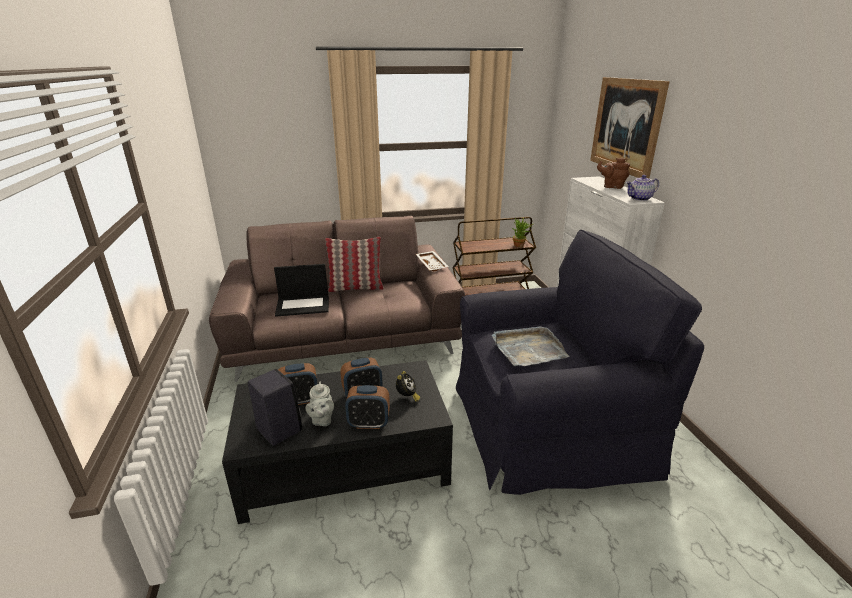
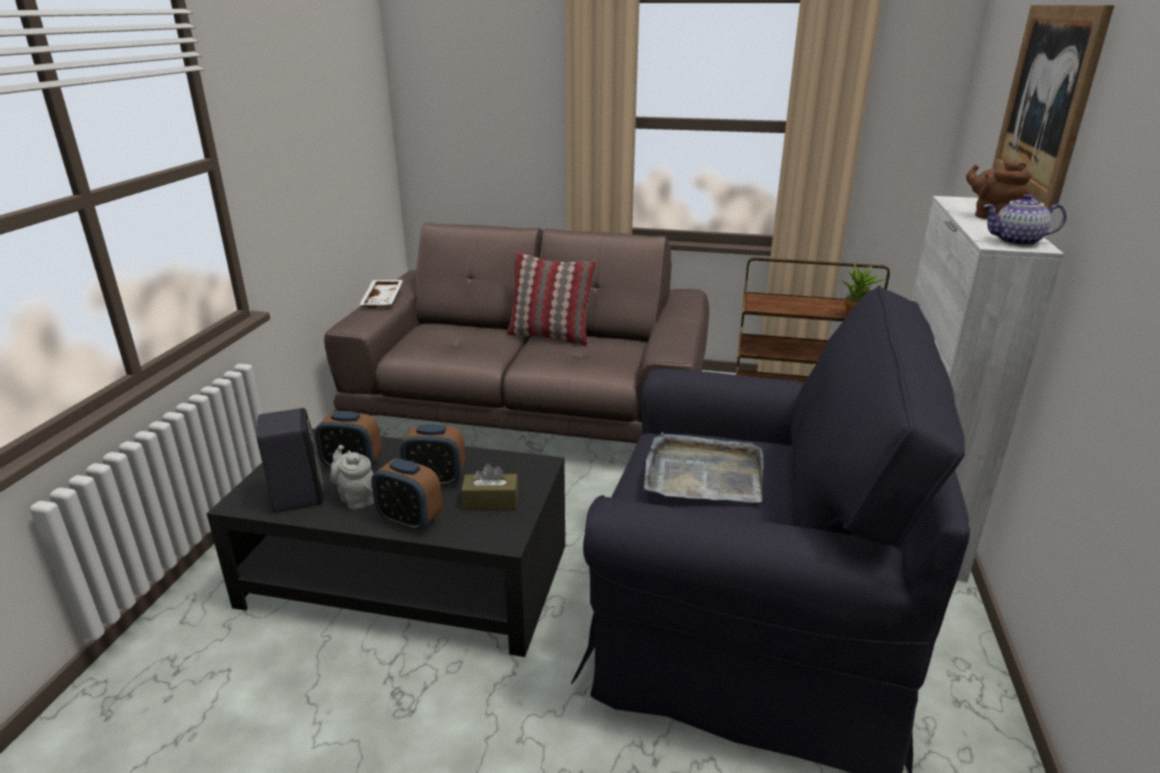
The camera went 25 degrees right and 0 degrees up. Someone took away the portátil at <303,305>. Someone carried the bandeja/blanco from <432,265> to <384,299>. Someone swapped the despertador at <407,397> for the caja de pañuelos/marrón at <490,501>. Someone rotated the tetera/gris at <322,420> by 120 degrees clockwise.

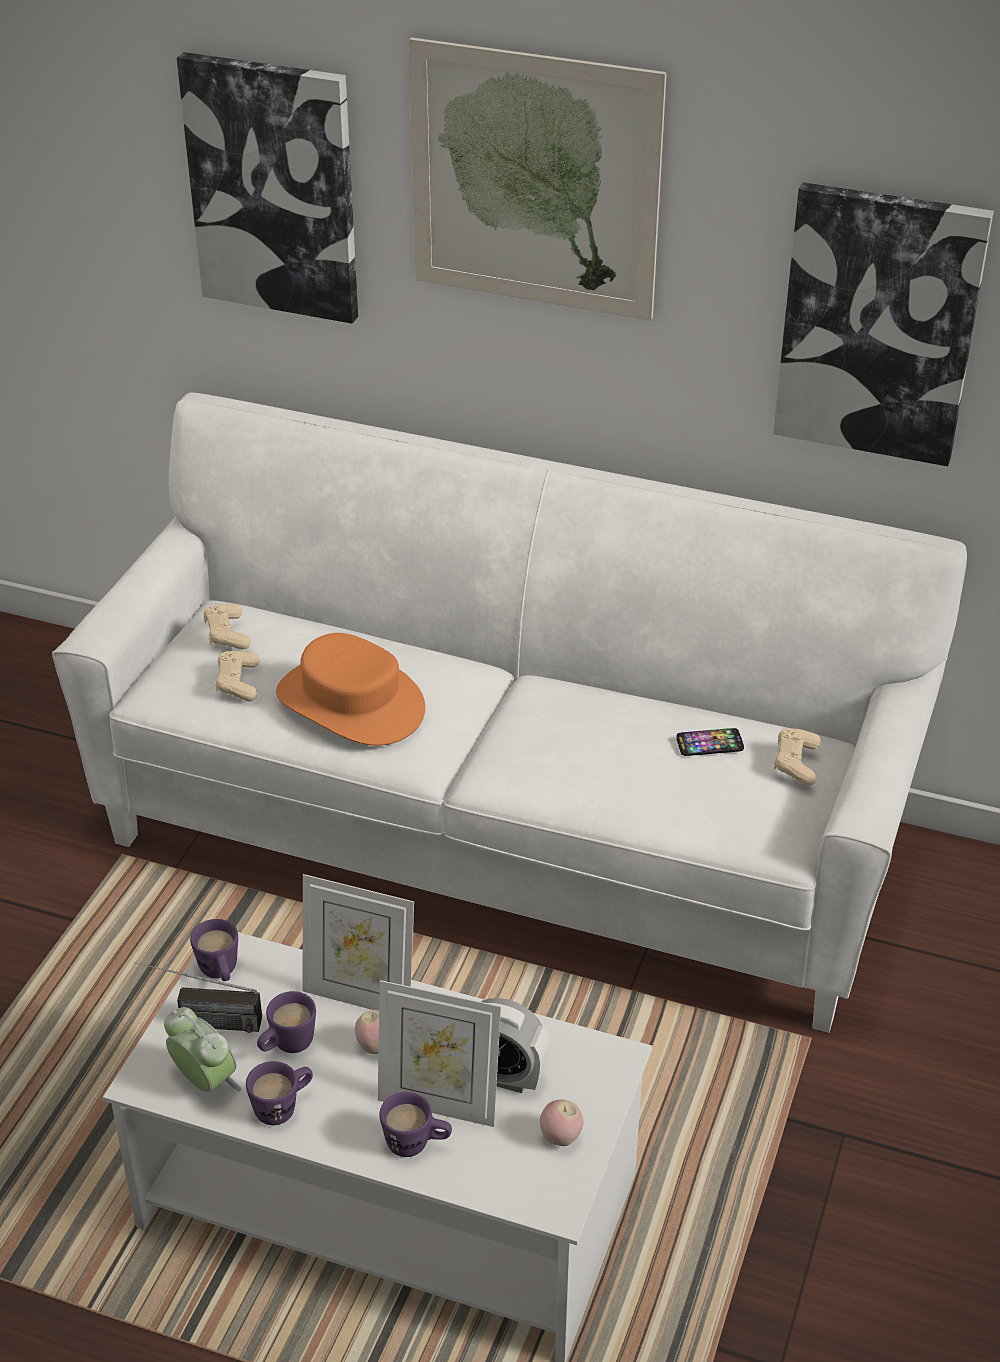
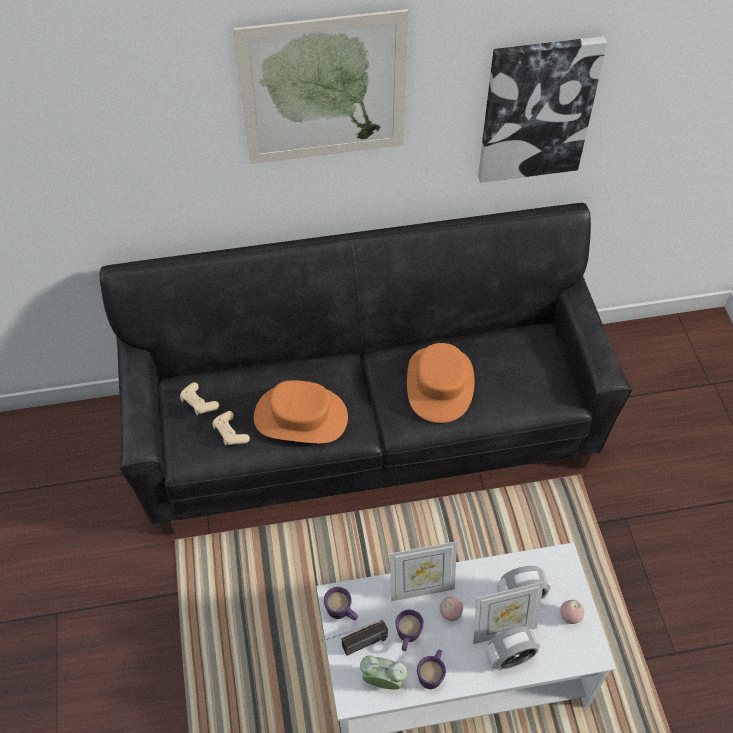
The camera went 30 degrees left and 15 degrees up. Someone took away the cuadro at <274,188>. Someone took away the móvil at <709,743>. Someone took away the mando de consola/beis at <796,763>. Someone put down the sombrero/naranja at <440,384>. Someone swapped the taza grande/morado at <416,1144> for the despertador at <509,658>. Someone repainted the sofá/blanco at <500,841>, which became the sofá/negro at <365,434>.

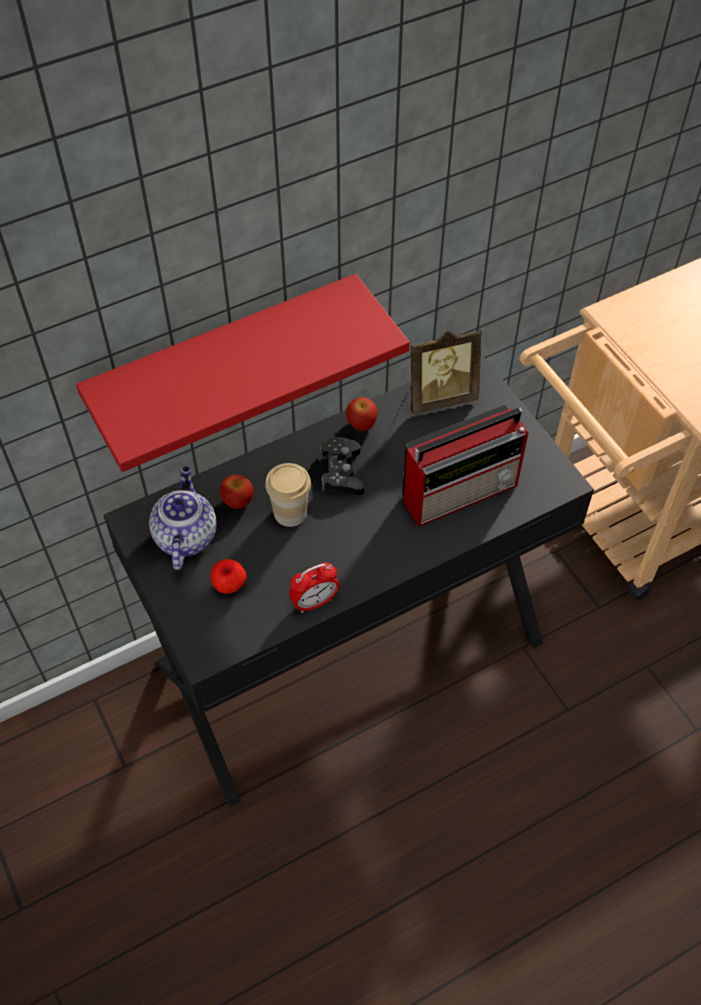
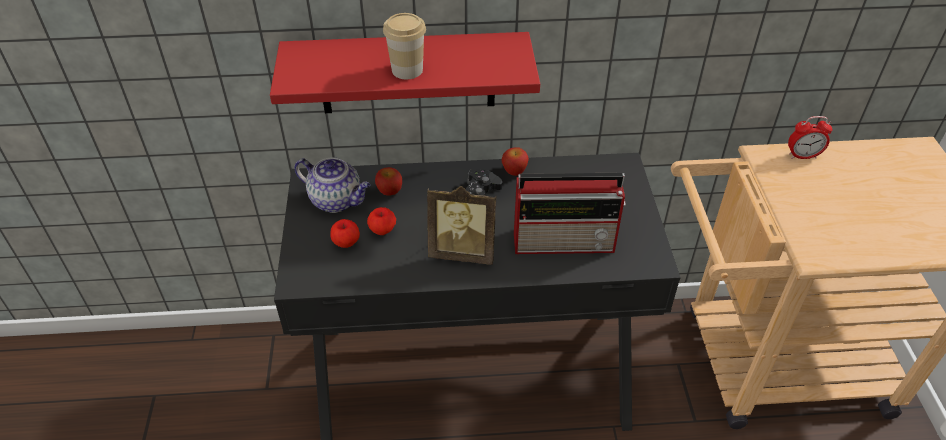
The camera went 25 degrees right and 10 degrees down. Someone put down the manzana at <382,231>. Someone carried the taza from <290,512> to <407,70>. Someone carried the despertador from <314,602> to <802,156>. Someone carried the portarretratos from <439,397> to <463,252>. Someone rotated the tetera at <185,536> by 90 degrees clockwise.

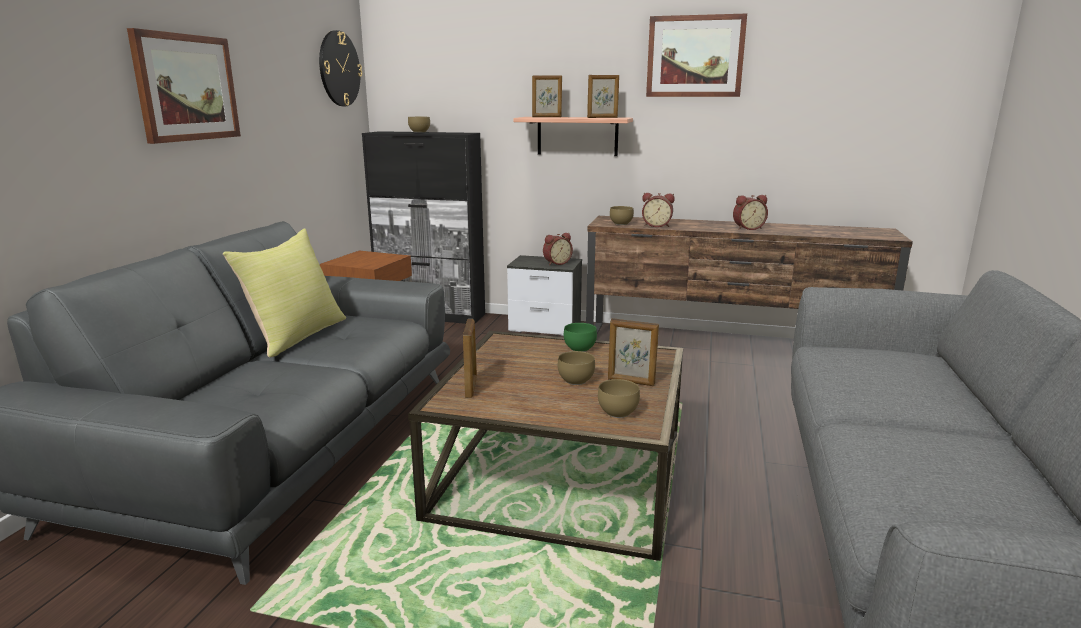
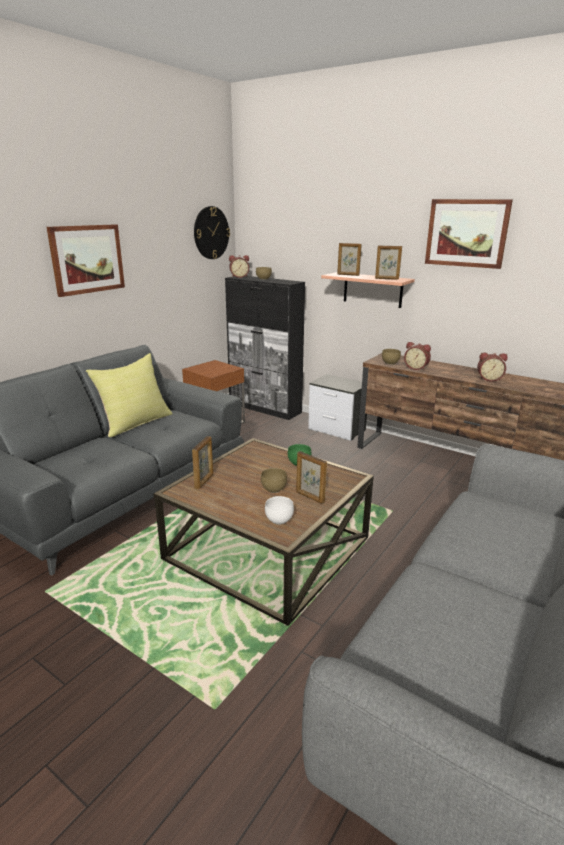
The camera went 20 degrees right and 5 degrees up. Someone carried the despertador from <556,263> to <239,277>. Someone repainted the cuenco/marrón at <616,412>, which became the cuenco/blanco at <278,519>.

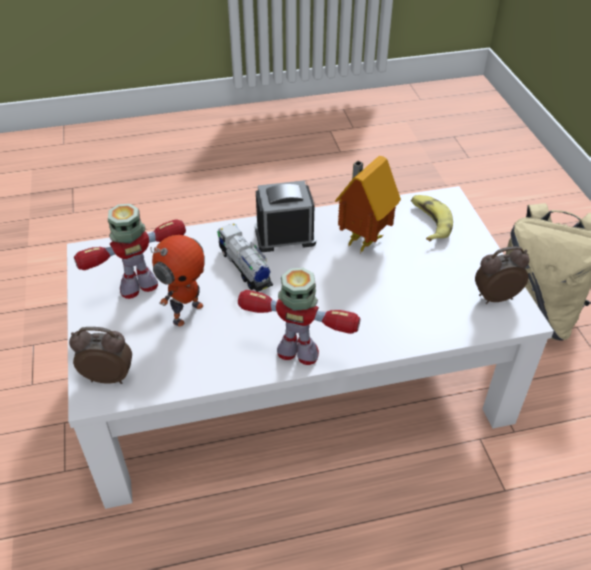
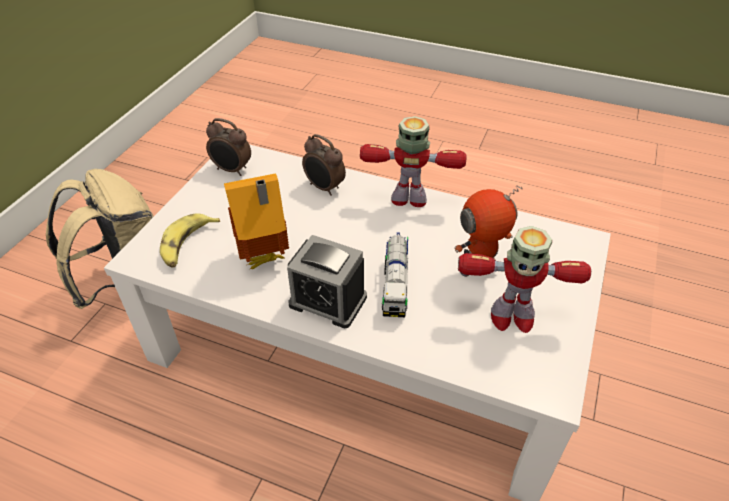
The camera went 145 degrees left and 0 degrees up. Someone carried the despertador from <108,376> to <324,188>. Someone rotated the robot de juguete at <299,353> by 135 degrees clockwise.

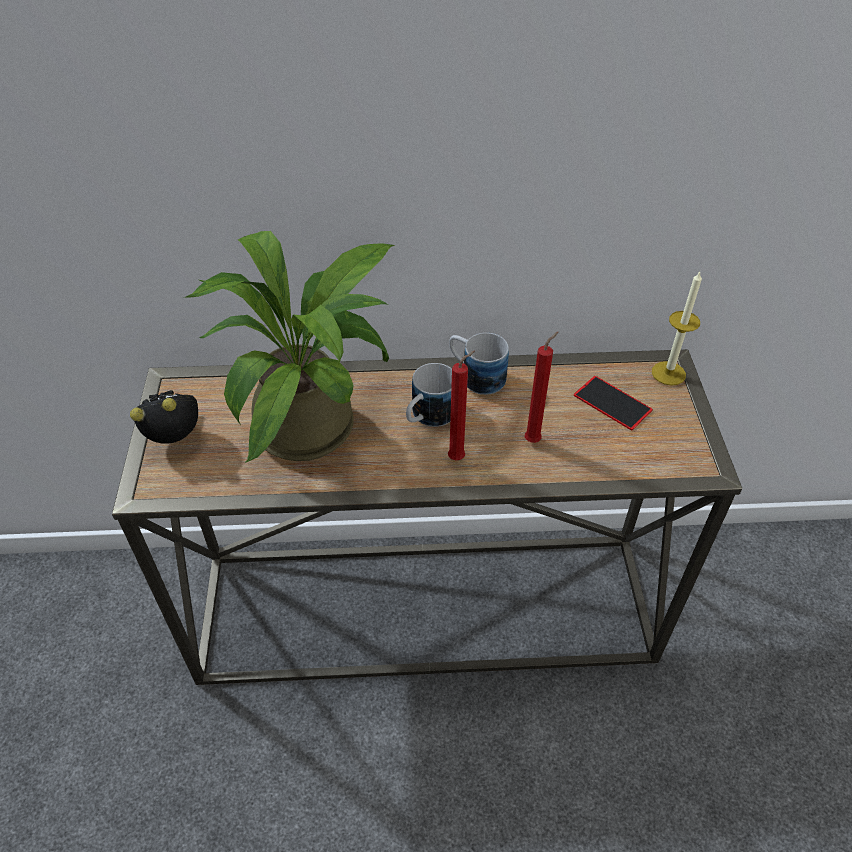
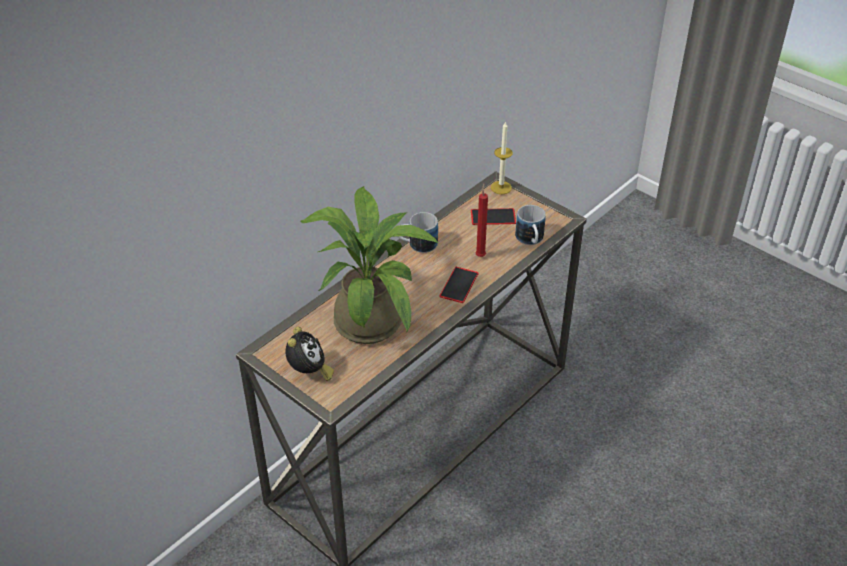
The camera went 45 degrees left and 5 degrees down. Someone carried the taza grande from <428,417> to <530,240>. Someone swapped the vela/rojo at <459,457> for the móvil at <459,285>. Someone rotated the despertador at <178,439> by 150 degrees clockwise.

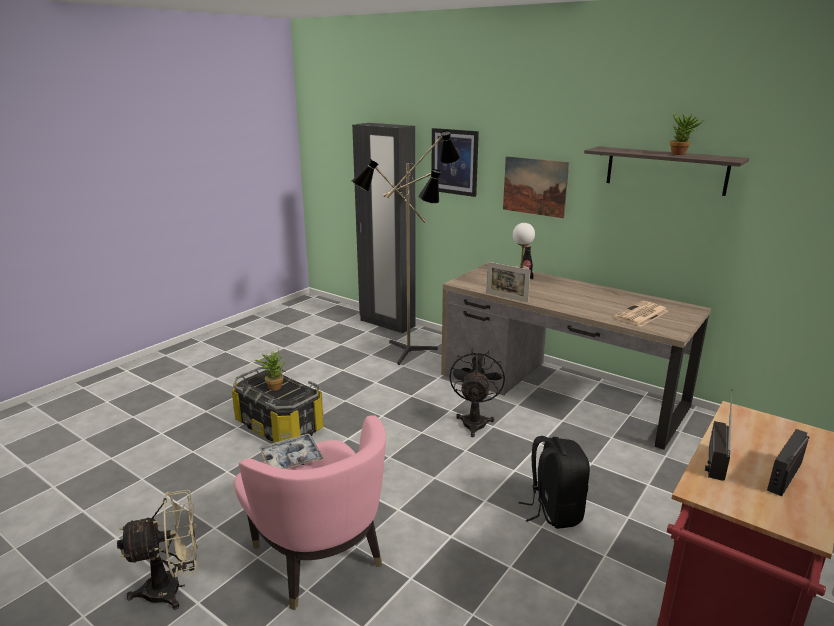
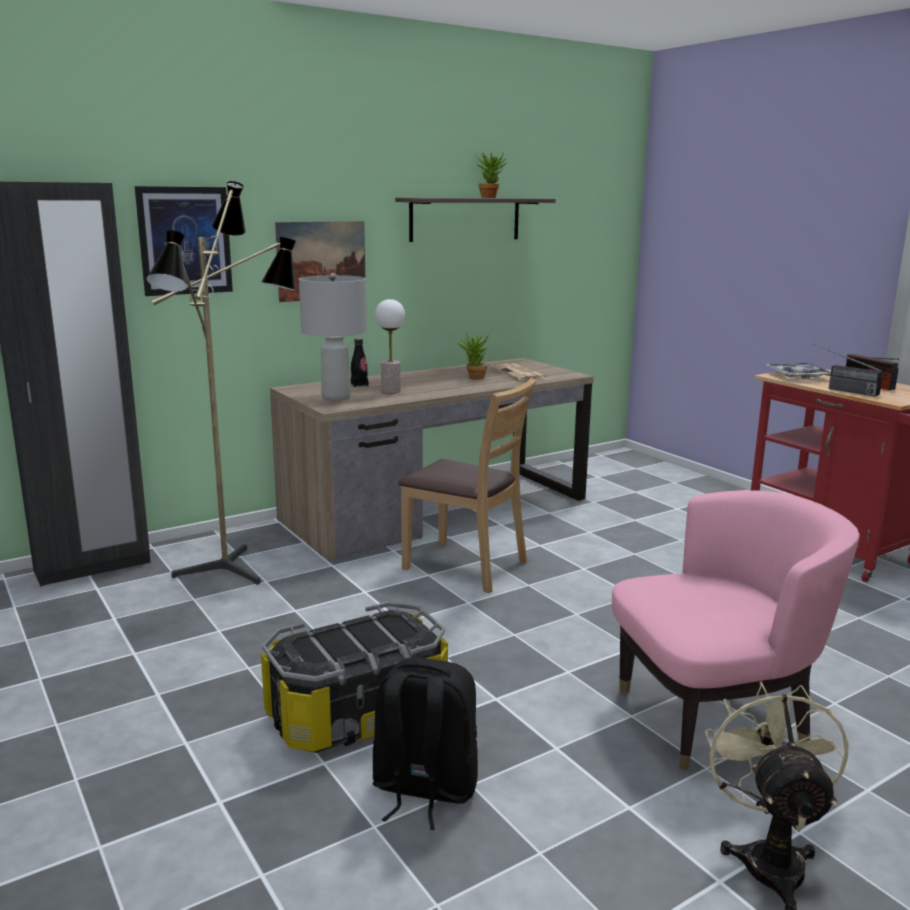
The camera went 70 degrees left and 5 degrees down. Someone took away the portarretratos at <506,297>. Someone put down the lámpara de mesa/gris at <336,397>. Someone carried the planta en maceta from <273,386> to <473,378>. Someone carried the bandeja from <291,459> to <798,376>. Someone carried the mochila/negro from <554,511> to <423,789>. Someone swapped the ventilador/negro at <474,421> for the silla/marrón at <466,566>.

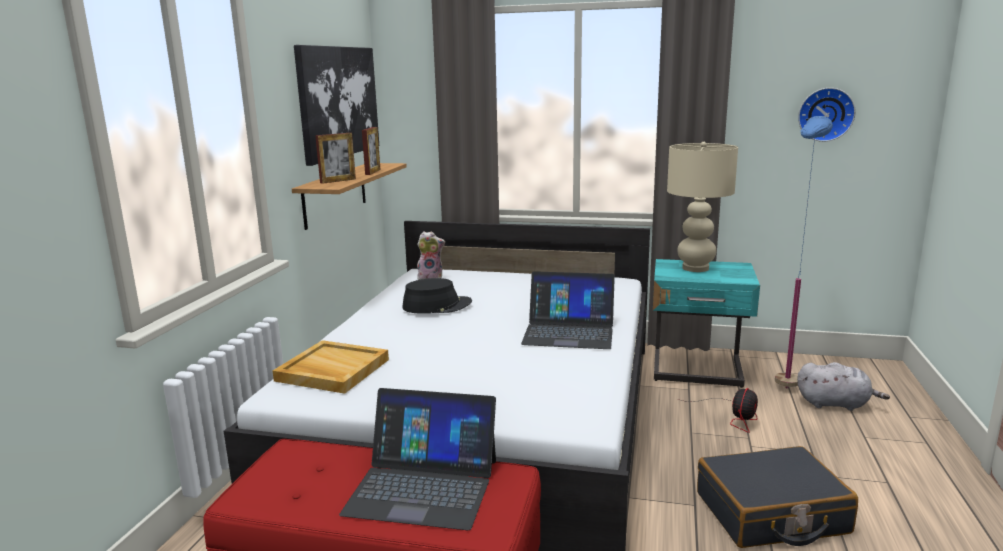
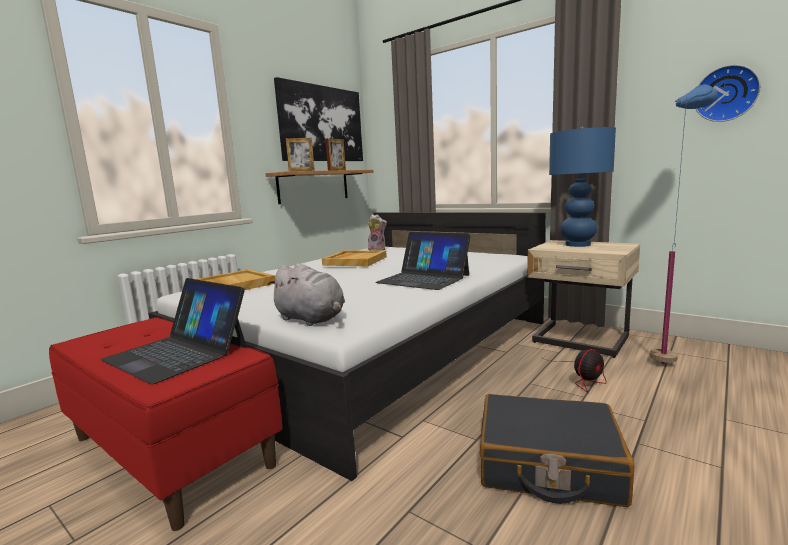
The camera went 25 degrees right and 5 degrees down. Someone carried the peluche/gris from <835,404> to <311,319>. Someone swapped the sombrero/negro at <437,305> for the bandeja/beis at <355,261>. Someone repainted the mesita de noche/turquesa at <697,371>, which became the mesita de noche/beis at <580,341>. Someone repainted the lámpara de mesa/beis at <695,268>, which became the lámpara de mesa/azul at <577,245>.

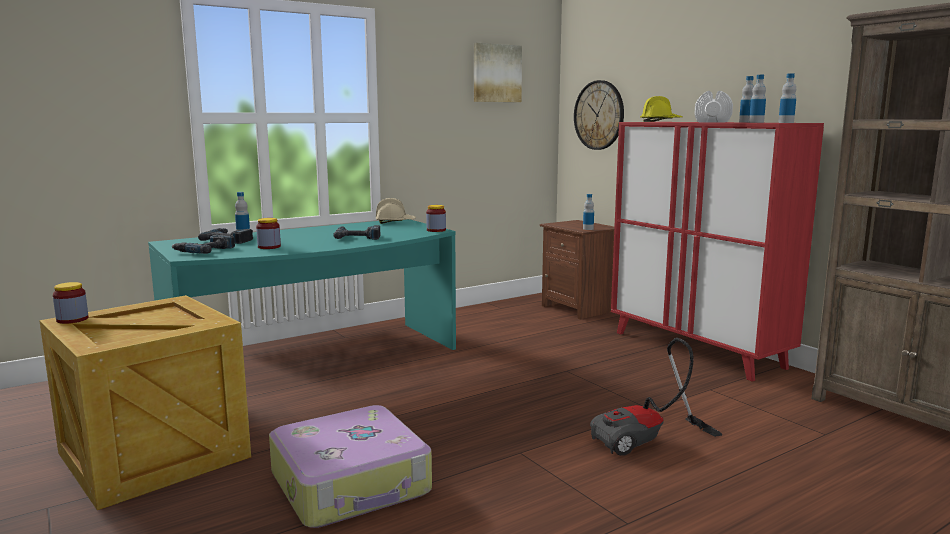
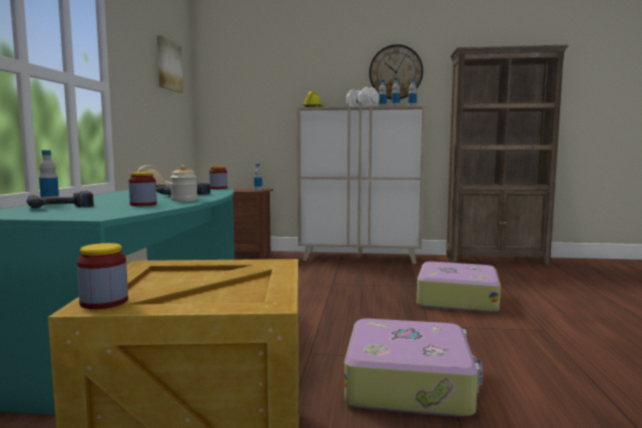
The camera went 50 degrees left and 5 degrees down. Someone took away the taladro at <205,250>. Someone put down the tarro at <184,200>. Someone carried the reloj de pared from <599,115> to <395,72>. Someone swapped the aspiradora at <648,442> for the maleta at <456,298>. Someone repainted the armario/rojo at <697,349>, which became the armario/beis at <359,258>.

